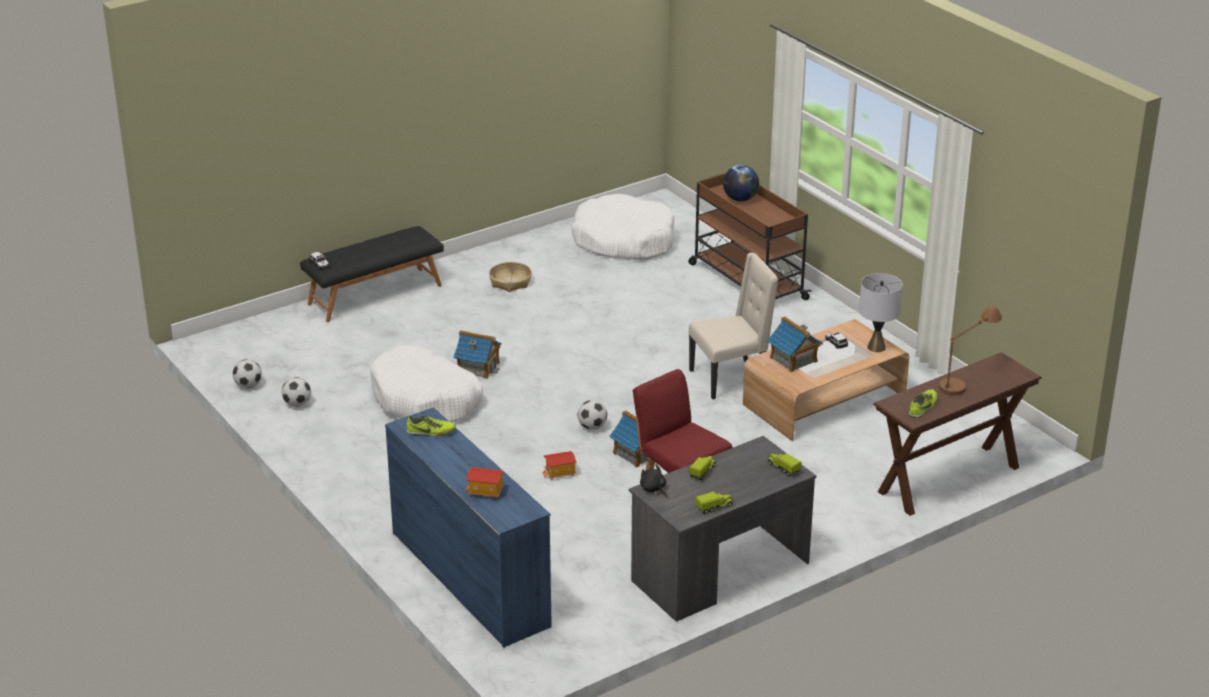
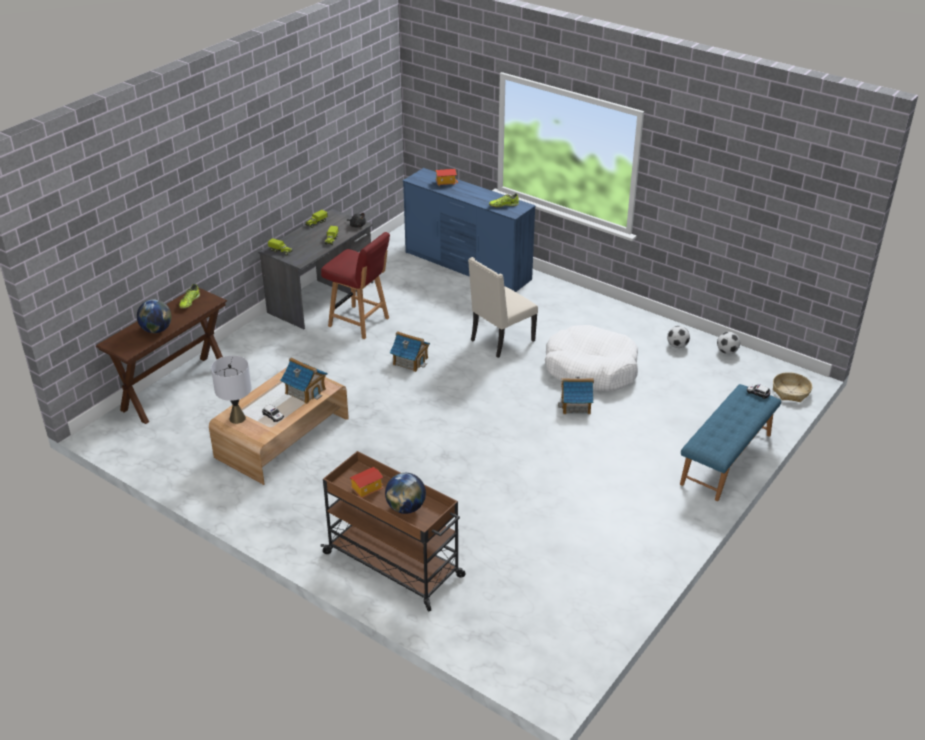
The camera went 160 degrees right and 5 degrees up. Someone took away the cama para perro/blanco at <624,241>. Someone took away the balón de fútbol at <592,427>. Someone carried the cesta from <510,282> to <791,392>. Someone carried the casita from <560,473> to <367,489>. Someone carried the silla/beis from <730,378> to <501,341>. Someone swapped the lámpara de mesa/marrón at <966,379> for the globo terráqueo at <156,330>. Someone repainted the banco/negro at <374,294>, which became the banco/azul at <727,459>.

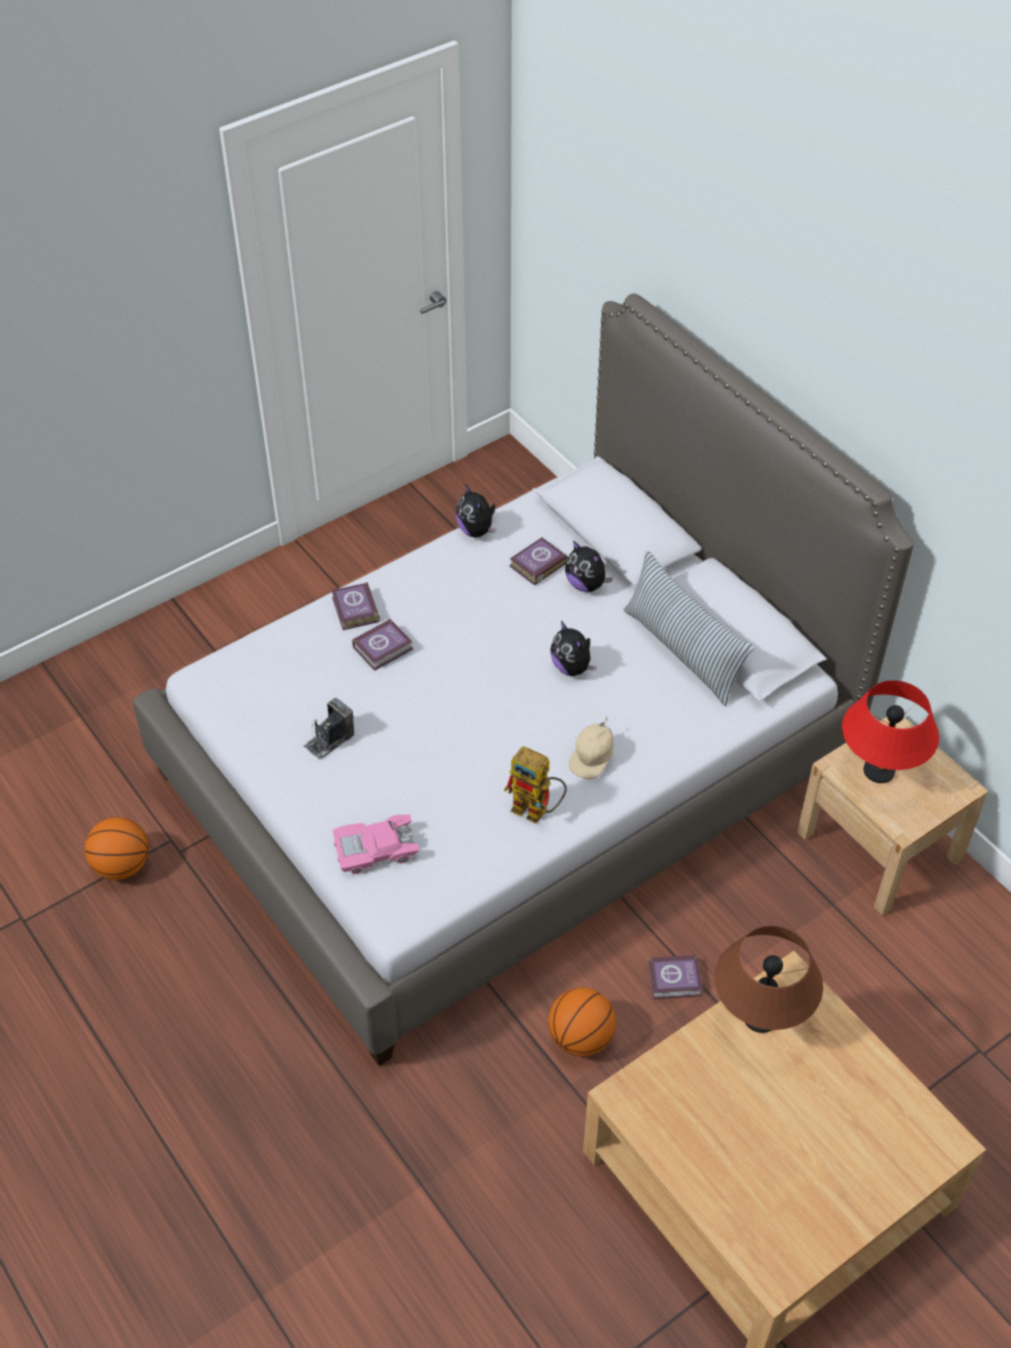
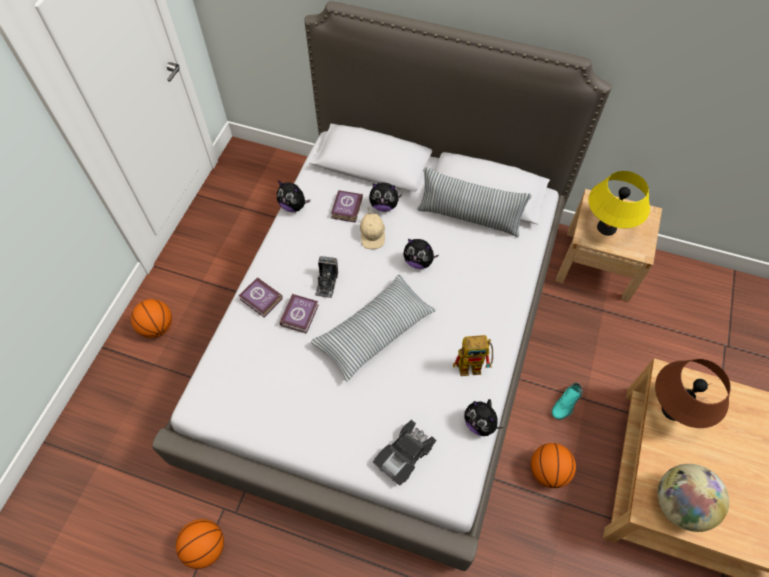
The camera went 35 degrees left and 10 degrees up. Someone put down the balón de baloncesto at <157,327>. Someone put down the cojín at <374,331>. Someone put down the peluche at <480,423>. Someone put down the globo terráqueo at <679,504>. Someone carried the cámara from <329,740> to <326,283>. Someone carried the gorra/beis from <593,759> to <372,235>. Someone swapped the libro at <676,980> for the zapato/turquesa at <566,403>. Someone repainted the coche de juguete/rosa at <376,850>, which became the coche de juguete/negro at <404,455>. Someone repainted the lámpara de mesa/rojo at <879,771>, which became the lámpara de mesa/amarillo at <606,228>.

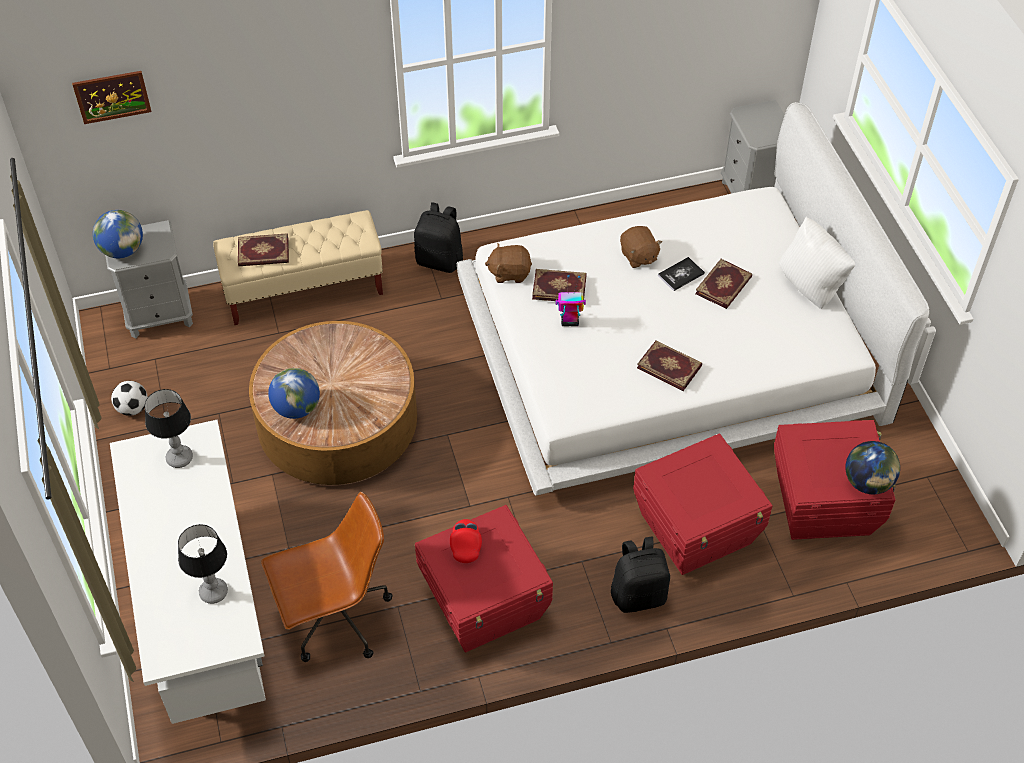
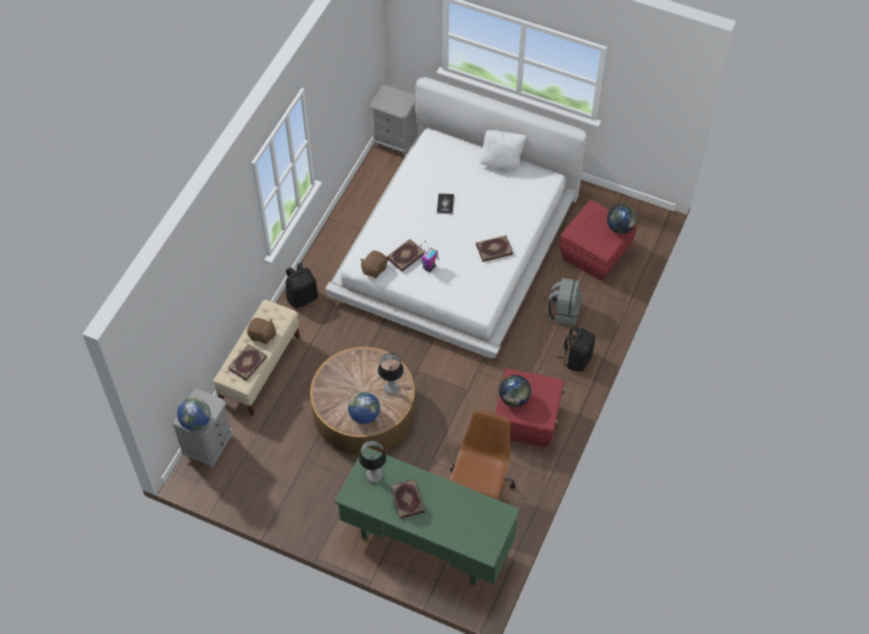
The camera went 50 degrees left and 5 degrees up. Someone took away the cuadro at <112,96>. Someone took away the balón de fútbol at <132,408>. Someone carried the lámpara de mesa from <213,593> to <392,389>. Someone carried the peluche/marrón from <638,256> to <262,335>. Someone carried the libro from <724,286> to <408,499>. Someone swapped the gorra/rojo at <466,545> for the globo terráqueo at <514,399>. Someone swapped the caja de almacenaje/rojo at <697,529> for the mochila/gris at <563,311>. Someone repainted the escritorio/blanco at <204,614>, which became the escritorio/verde at <426,541>.

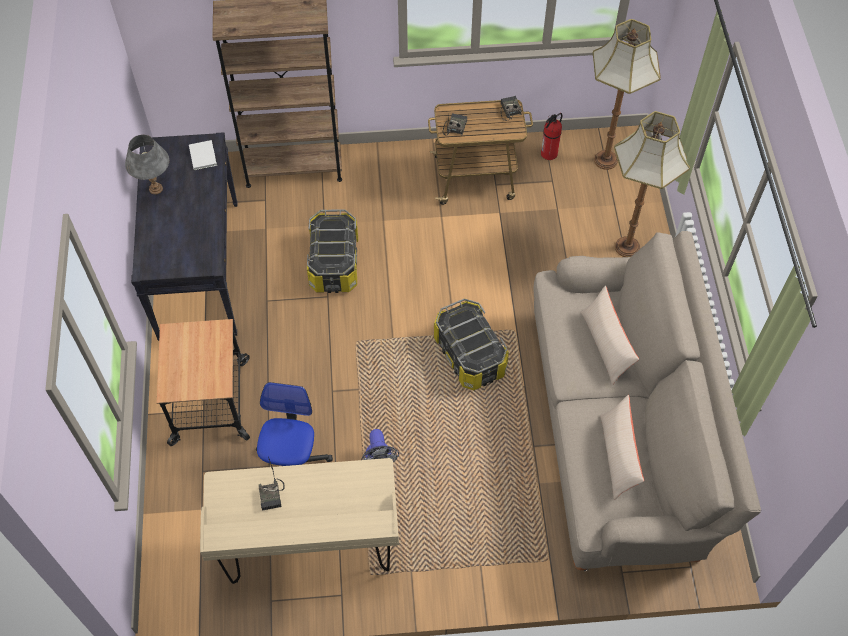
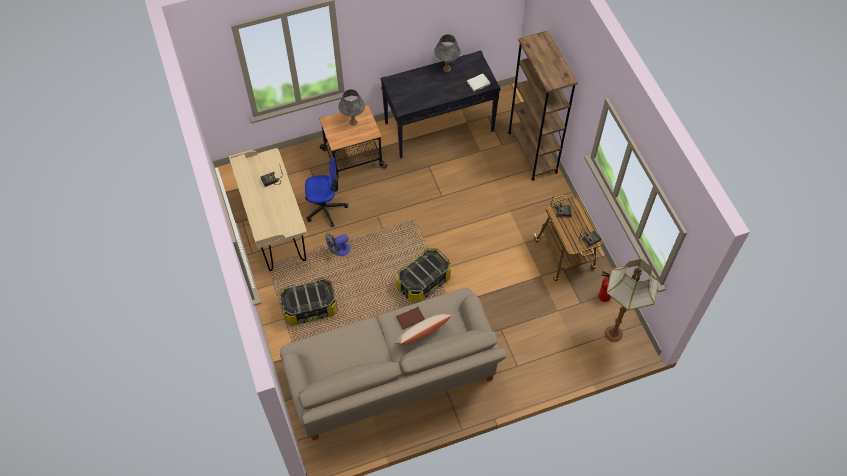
The camera went 75 degrees right and 0 degrees up. Someone took away the cojín/beis at <618,455>. Someone took away the lámpara de pie at <628,247>. Someone put down the lámpara de mesa/gris at <353,122>. Someone put down the libro/marrón at <411,318>. Someone carried the caja de almacenaje from <334,263> to <310,308>.

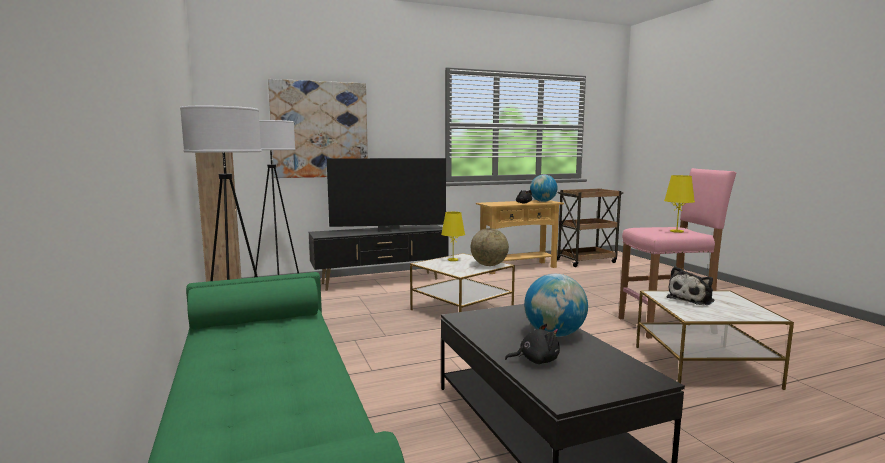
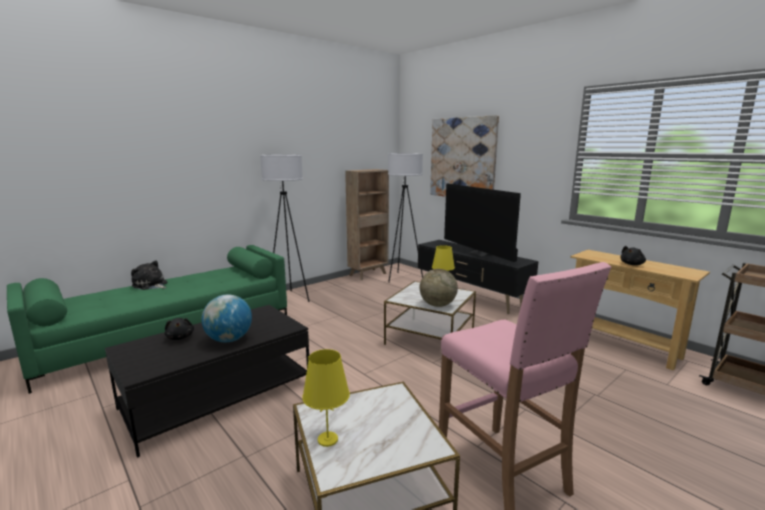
The camera went 70 degrees right and 5 degrees up. Someone took away the globo terráqueo at <543,201>. Someone carried the lámpara de mesa/amarillo from <676,231> to <327,439>. Someone carried the peluche from <692,299> to <151,285>.

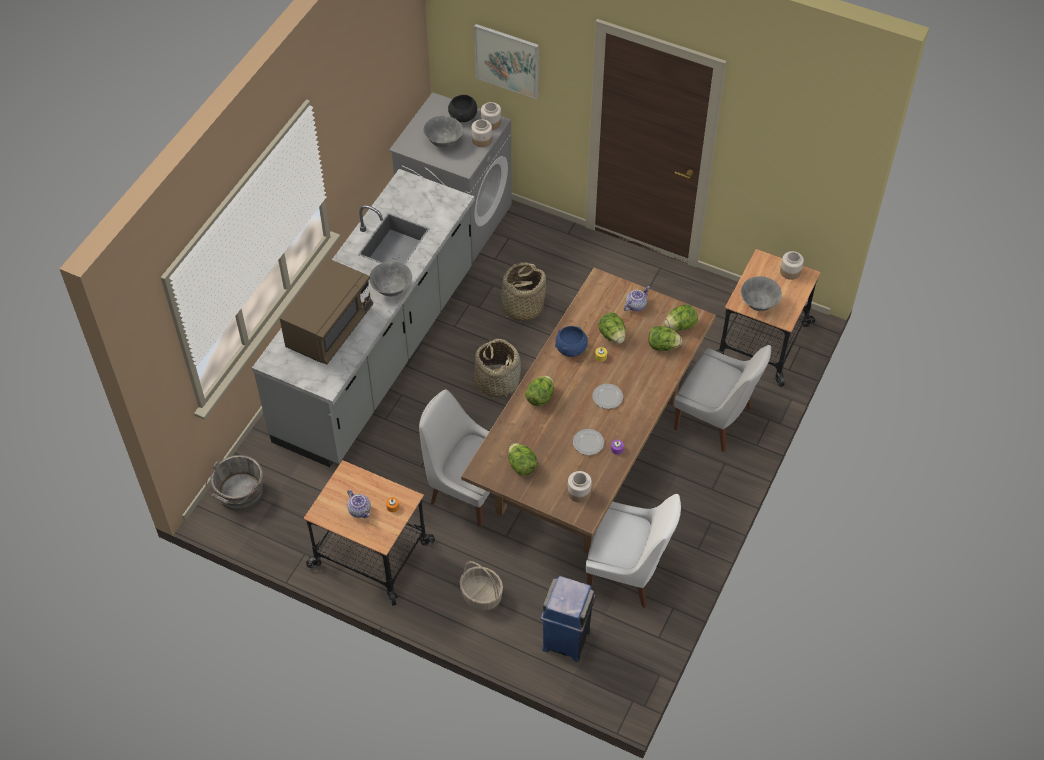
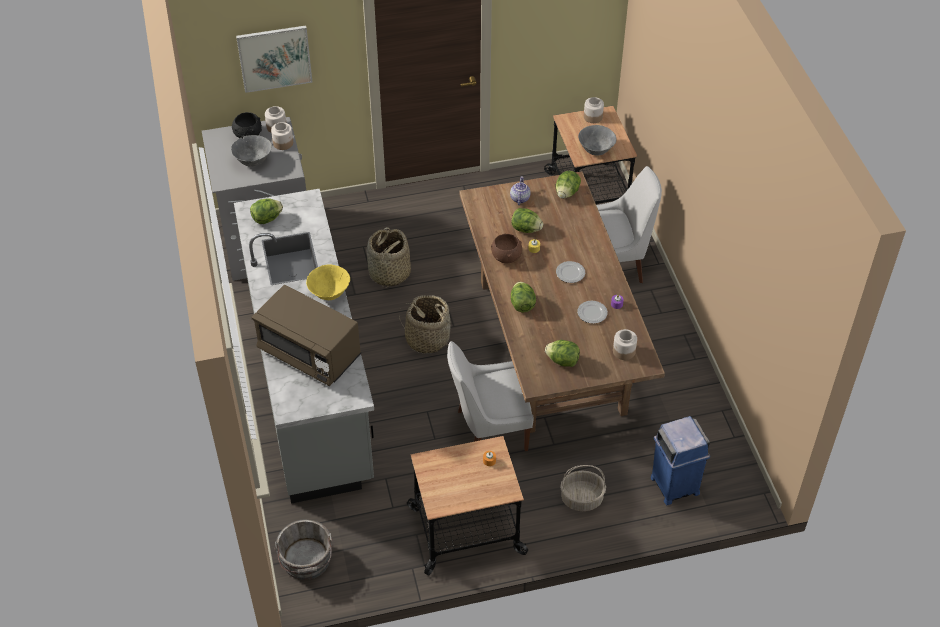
The camera went 40 degrees left and 5 degrees down. Someone took away the tetera at <360,510>. Someone took away the silla/blanco at <628,573>. Someone carried the lechuga from <662,346> to <267,219>. Someone repainted the cuenco/gris at <392,290>, which became the cuenco/amarillo at <329,294>. Someone repainted the cuenco/azul at <571,348>, which became the cuenco/marrón at <506,256>. Someone rotated the microondas/marrón at <329,328> by 135 degrees clockwise.

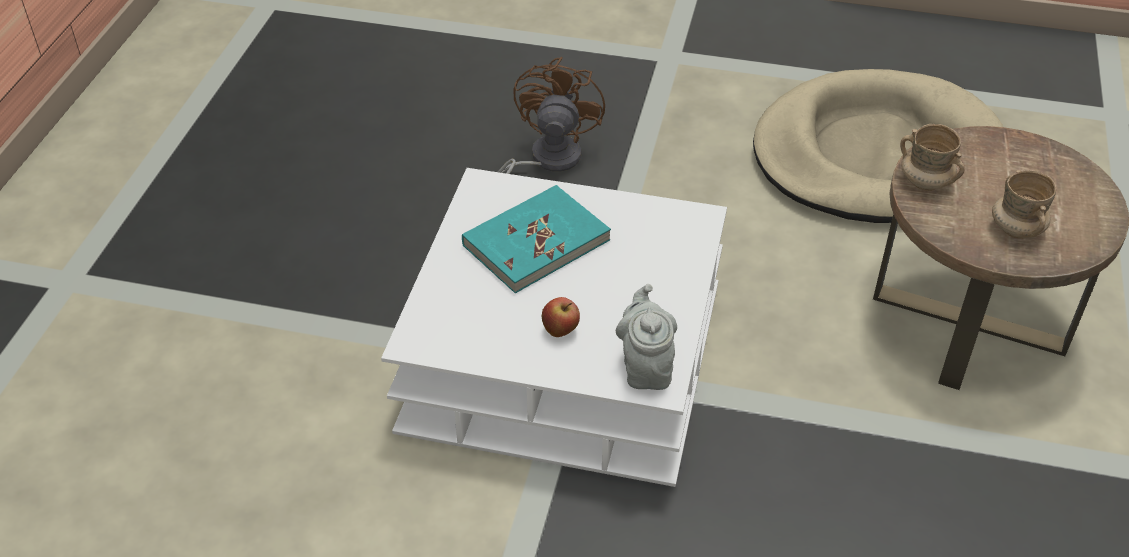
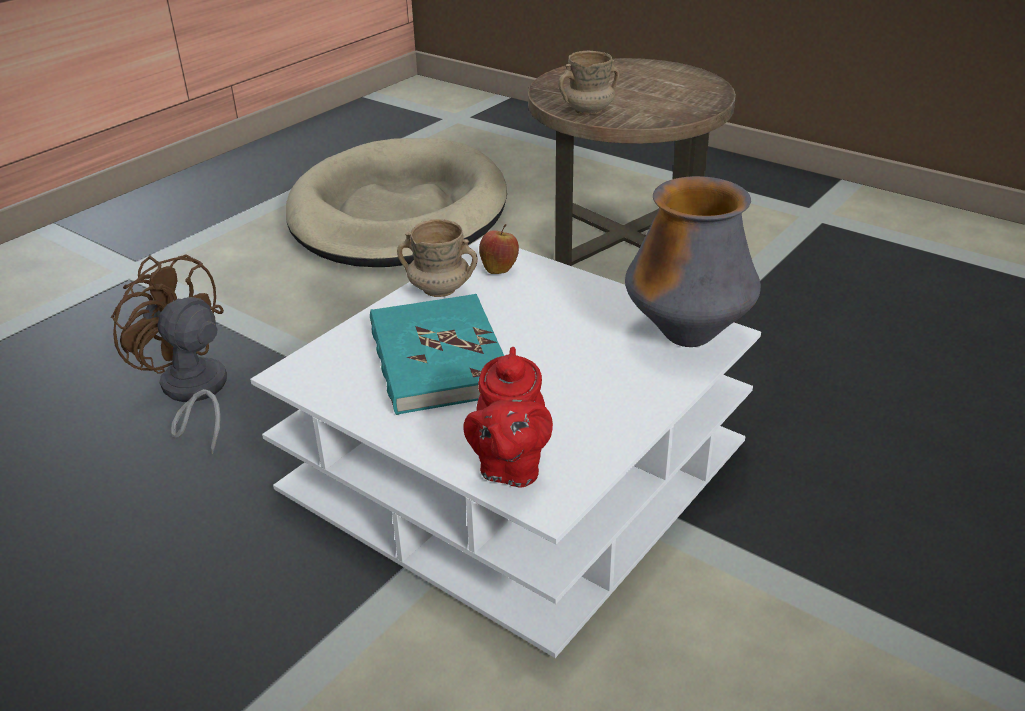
The camera went 65 degrees left and 10 degrees down. Someone put down the tetera/rojo at <510,467>. Someone carried the manzana from <561,331> to <499,269>. Someone carried the taza grande/beis from <1016,229> to <439,290>. Someone swapped the tetera/gris at <646,367> for the florero at <687,336>.

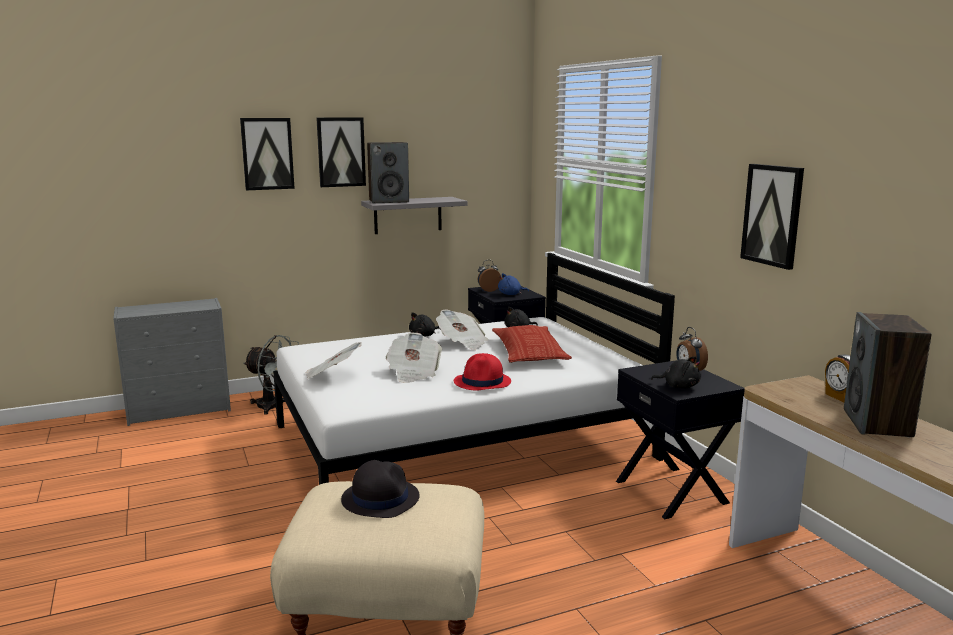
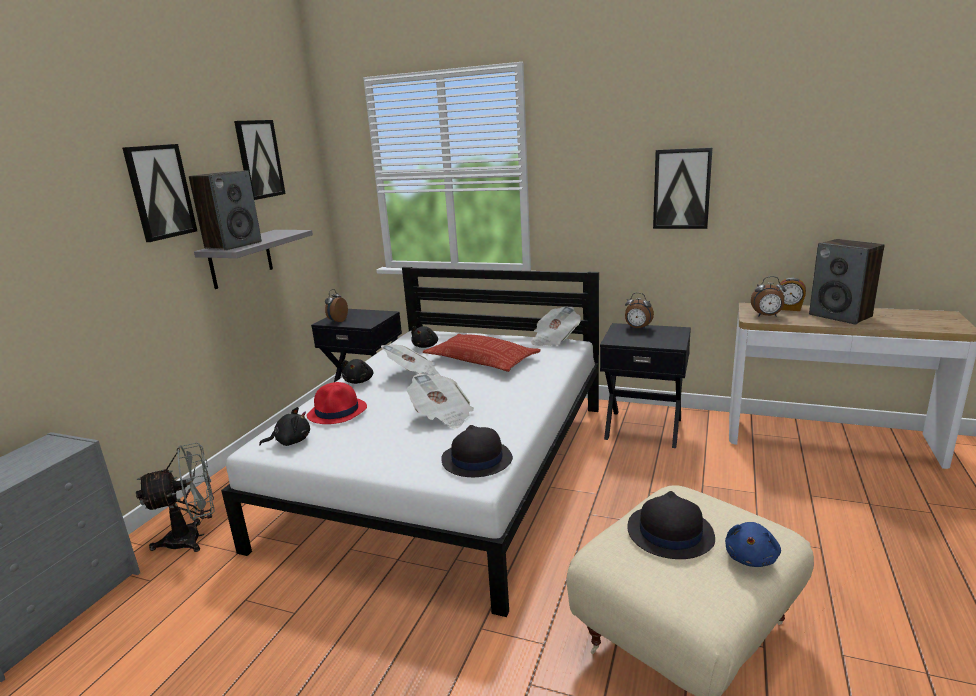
The camera went 45 degrees left and 5 degrees up. Someone put down the sombrero/negro at <476,460>. Someone put down the despertador at <767,316>. Someone carried the cuadro from <267,153> to <259,159>. Someone carried the periódico from <332,376> to <554,339>. Someone carried the sombrero/rojo from <482,382> to <338,412>. Someone carried the peluche/azul from <511,294> to <751,557>. Someone carried the peluche/negro from <679,386> to <290,441>.

